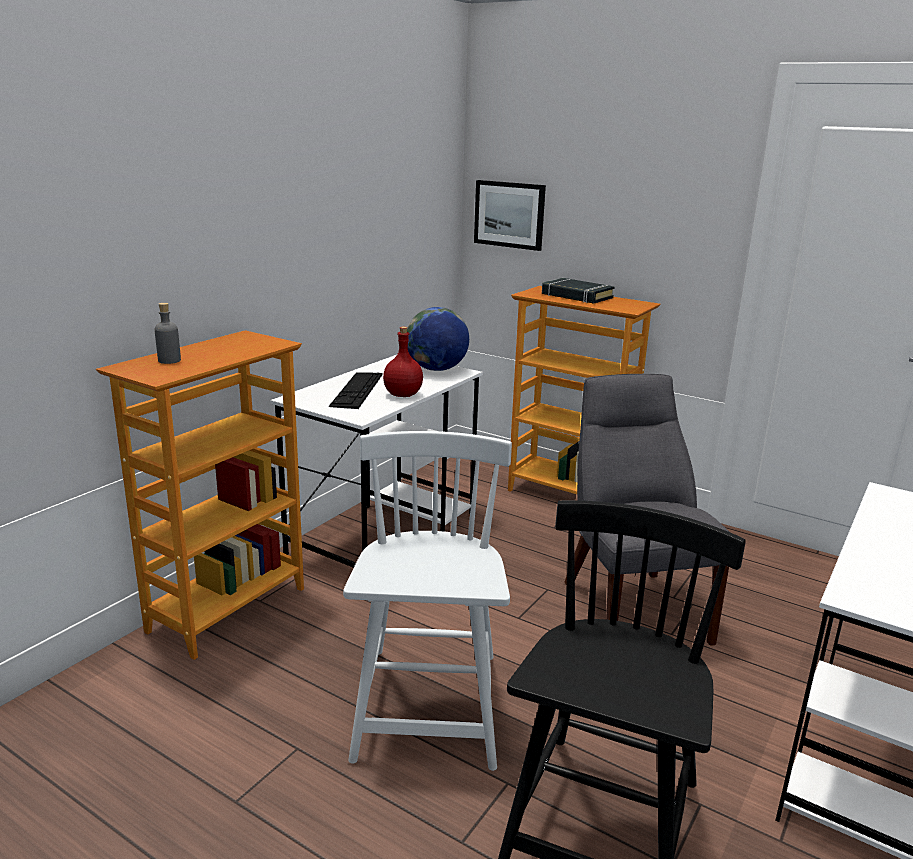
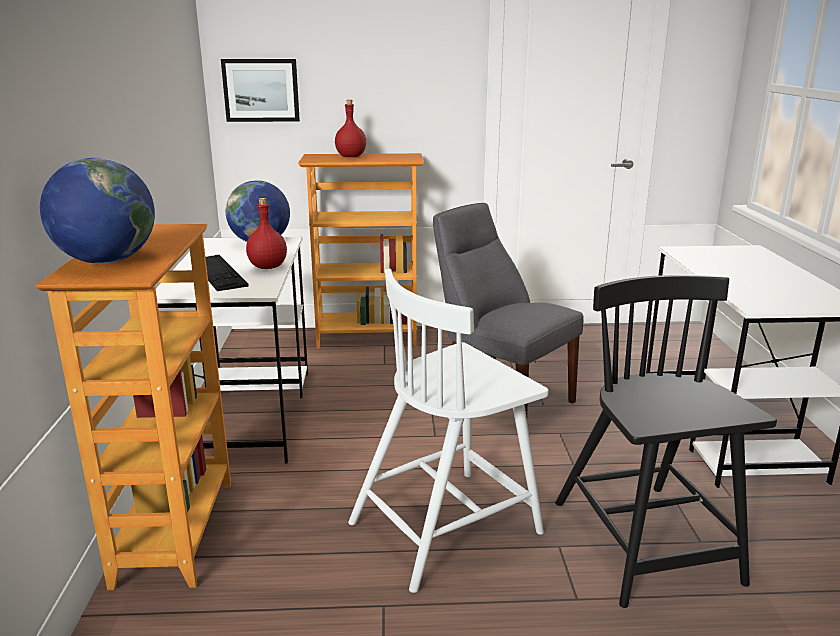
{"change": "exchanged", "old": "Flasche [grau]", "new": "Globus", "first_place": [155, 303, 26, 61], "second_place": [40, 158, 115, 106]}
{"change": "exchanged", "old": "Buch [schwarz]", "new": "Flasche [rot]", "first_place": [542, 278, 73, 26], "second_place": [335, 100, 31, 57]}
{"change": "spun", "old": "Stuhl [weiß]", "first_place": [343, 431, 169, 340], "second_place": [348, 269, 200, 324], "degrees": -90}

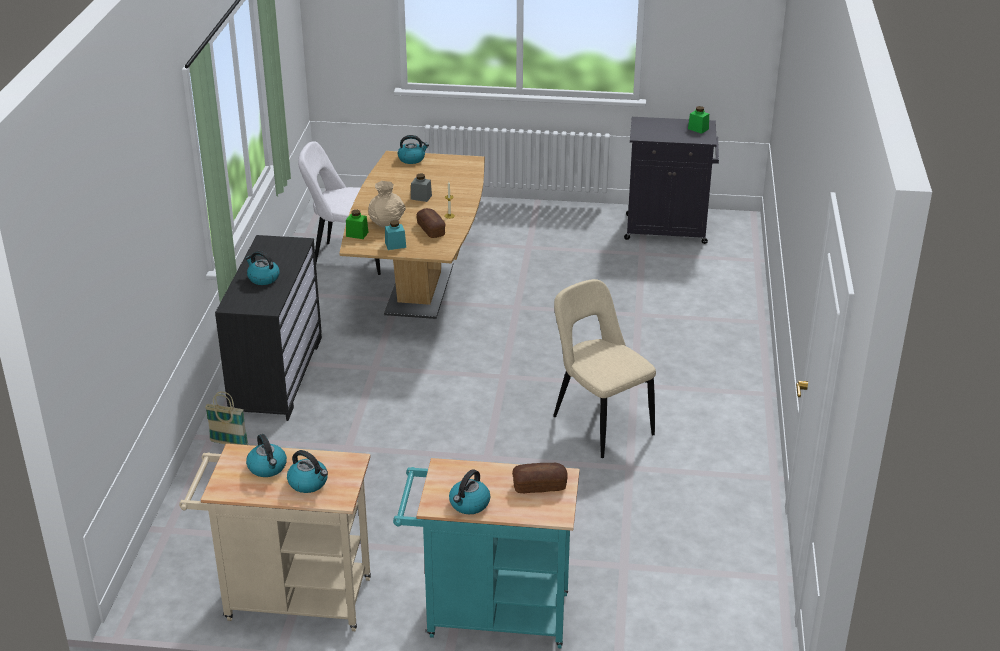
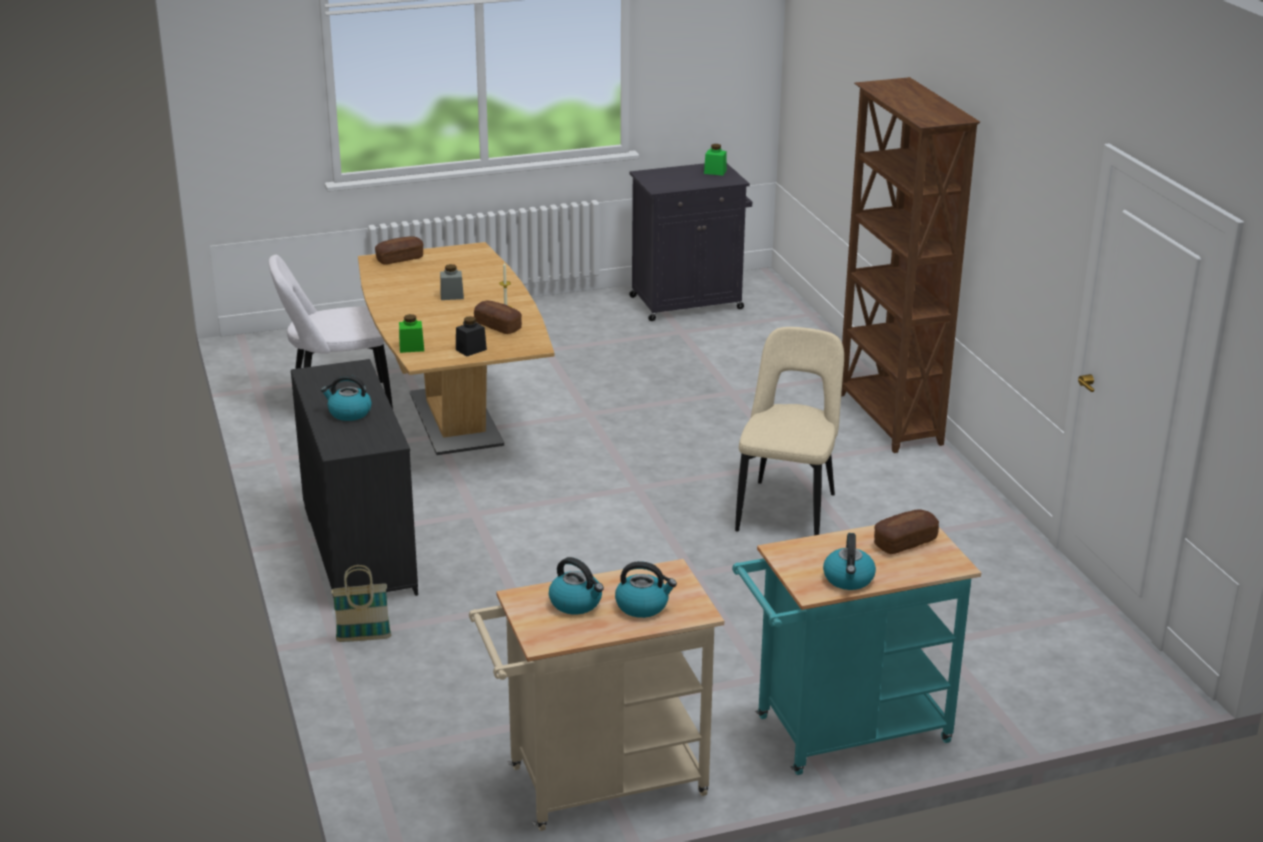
{"change": "missing", "old": "Vase [beige]", "first_place": [368, 181, 38, 47]}
{"change": "appeared", "new": "Bücherregal [braun]", "second_place": [841, 77, 139, 376]}
{"change": "exchanged", "old": "Wasserkessel", "new": "Brot", "first_place": [398, 135, 31, 29], "second_place": [375, 236, 48, 29]}
{"change": "colour", "old": "Vorratsglas [türkis]", "new": "Vorratsglas [schwarz]", "first_place": [385, 220, 21, 30], "second_place": [456, 316, 31, 40]}
{"change": "spun", "old": "Stuhl [beige]", "first_place": [553, 279, 103, 179], "second_place": [735, 327, 109, 209], "degrees": 75}

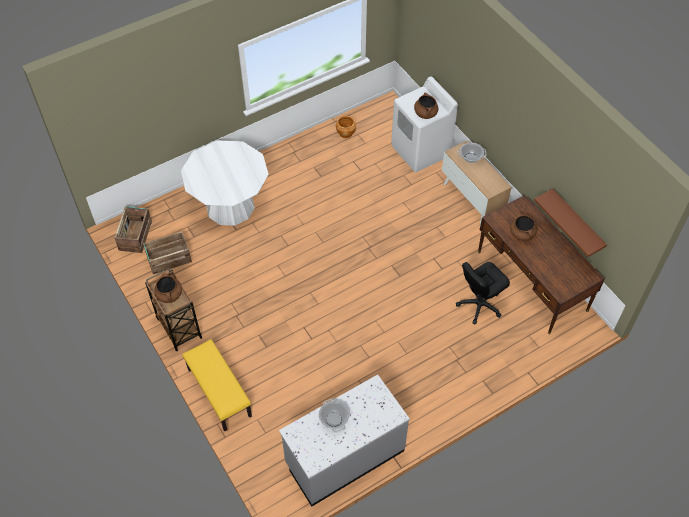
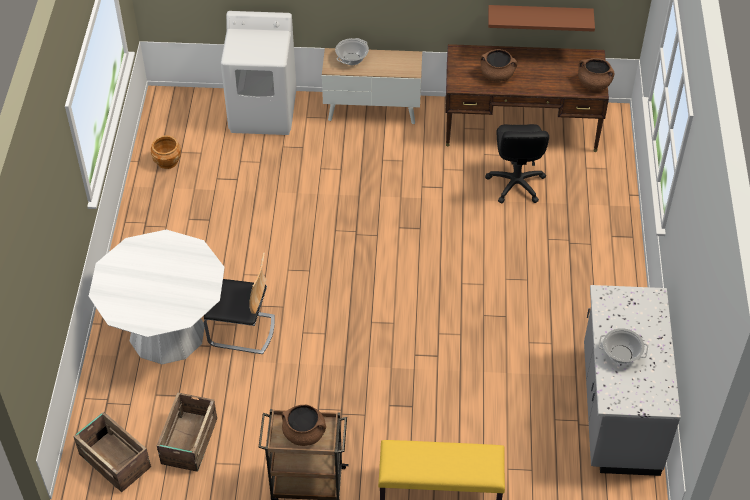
{"change": "appeared", "new": "Stuhl", "second_place": [204, 252, 71, 102]}
{"change": "relocated", "old": "Kochtopf [braun]", "first_place": [414, 92, 24, 27], "second_place": [578, 58, 36, 33]}

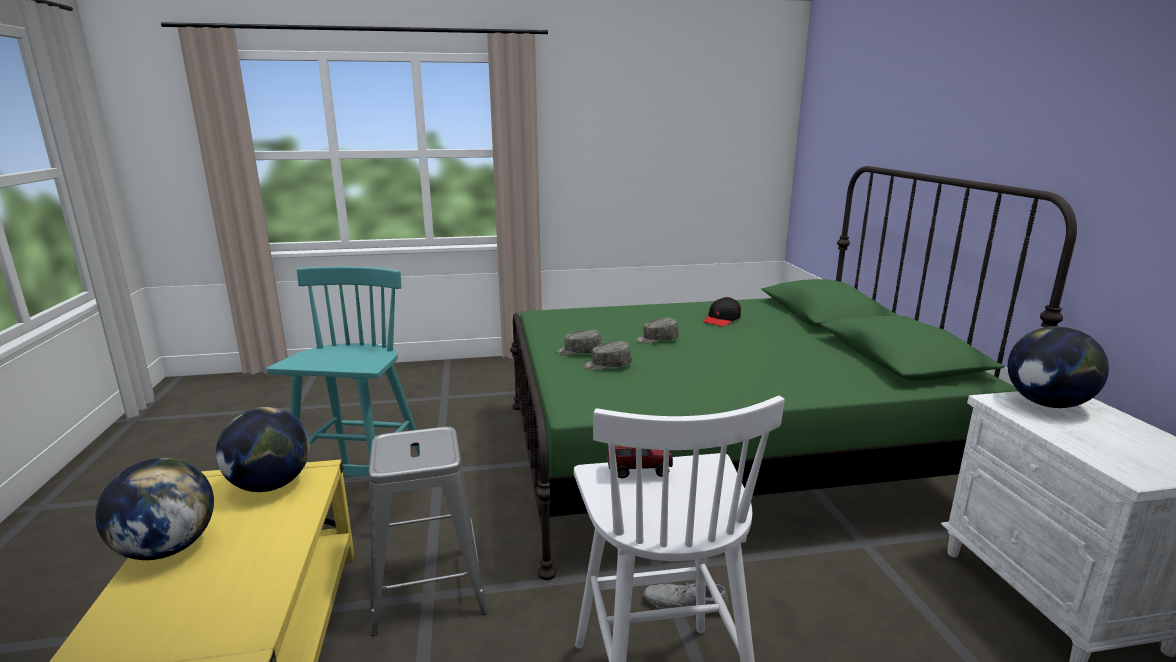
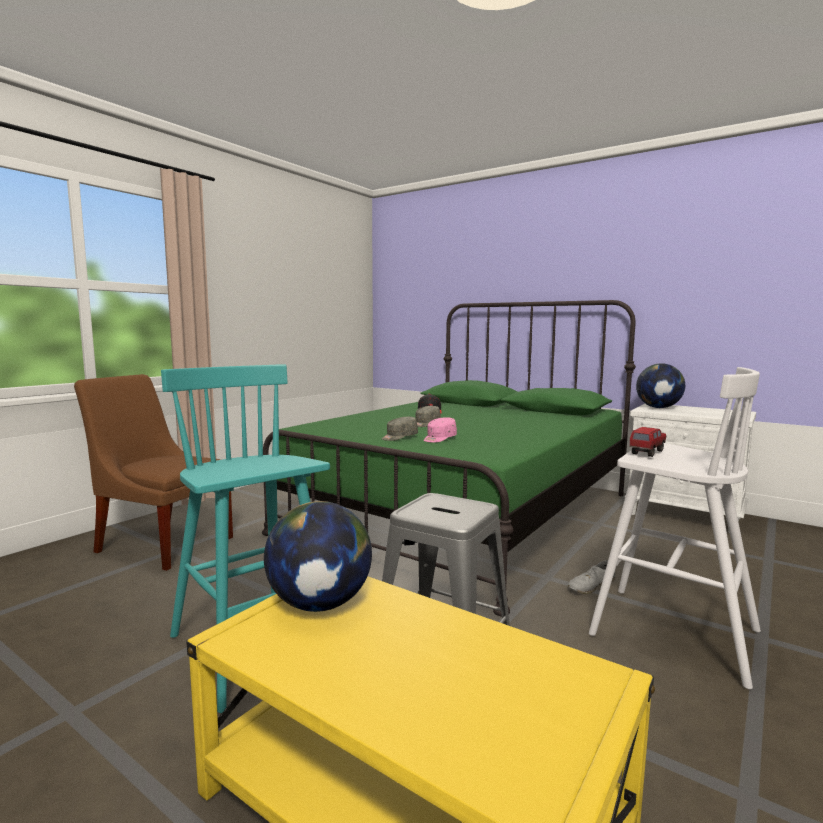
{"change": "missing", "old": "Globus", "first_place": [95, 458, 119, 102]}
{"change": "appeared", "new": "Stuhl [braun]", "second_place": [74, 374, 159, 197]}
{"change": "colour", "old": "Kappe [grau]", "new": "Kappe [rosa]", "first_place": [583, 341, 49, 29], "second_place": [424, 417, 33, 26]}

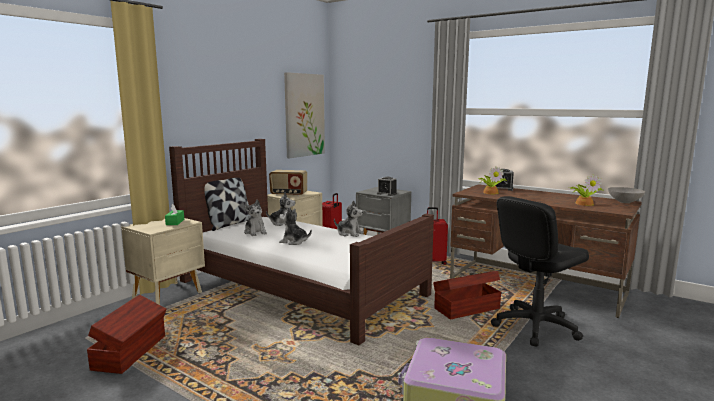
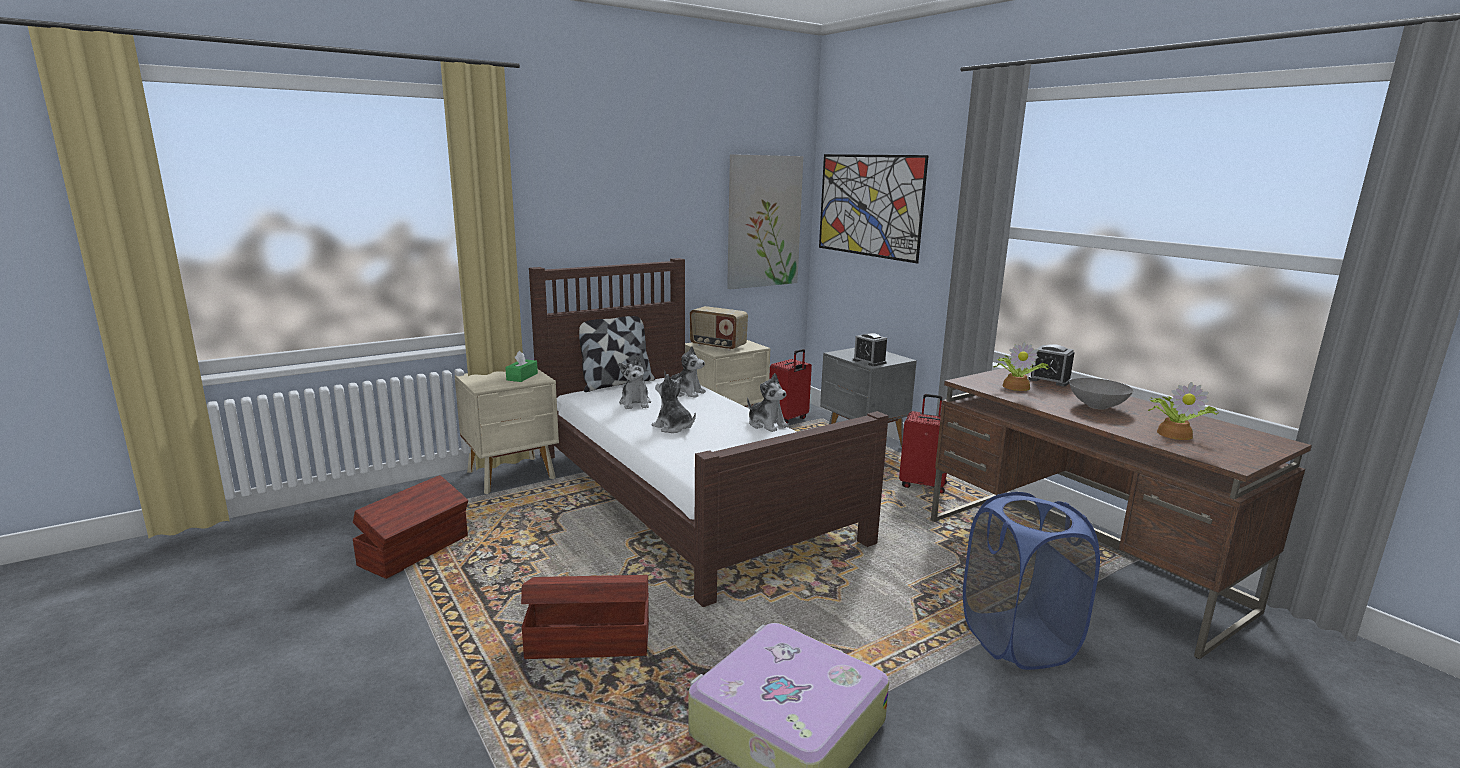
{"change": "appeared", "new": "Bild", "second_place": [819, 154, 110, 109]}
{"change": "relocated", "old": "Aufbewahrungsbox [braun]", "first_place": [433, 271, 68, 48], "second_place": [521, 575, 128, 84]}
{"change": "relocated", "old": "Schüssel [grau]", "first_place": [608, 187, 37, 16], "second_place": [1069, 378, 64, 32]}
{"change": "exchanged", "old": "Bürostuhl [schwarz]", "new": "Wäschekorb [blau]", "first_place": [491, 196, 98, 151], "second_place": [963, 492, 137, 178]}

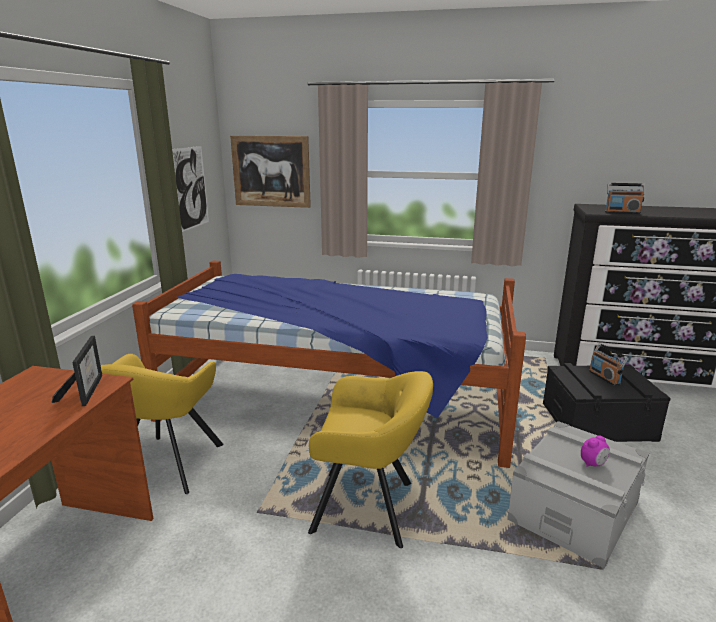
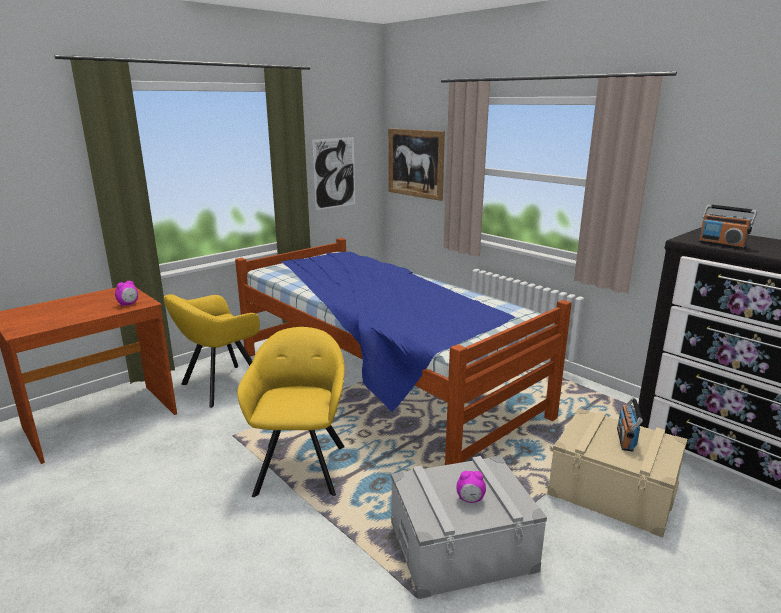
{"change": "exchanged", "old": "Bilderrahmen", "new": "Wecker", "first_place": [52, 336, 50, 70], "second_place": [115, 281, 23, 25]}
{"change": "colour", "old": "Aufbewahrungsbox [schwarz]", "new": "Aufbewahrungsbox [beige]", "first_place": [543, 363, 128, 79], "second_place": [547, 408, 140, 130]}
{"change": "spun", "old": "Sessel [gelb]", "first_place": [308, 371, 125, 177], "second_place": [237, 327, 108, 170], "degrees": -135}

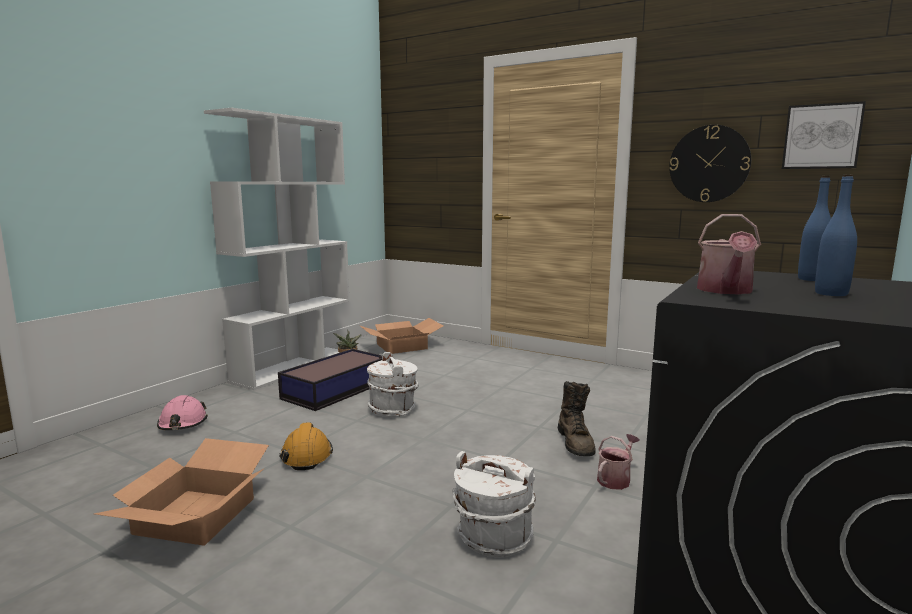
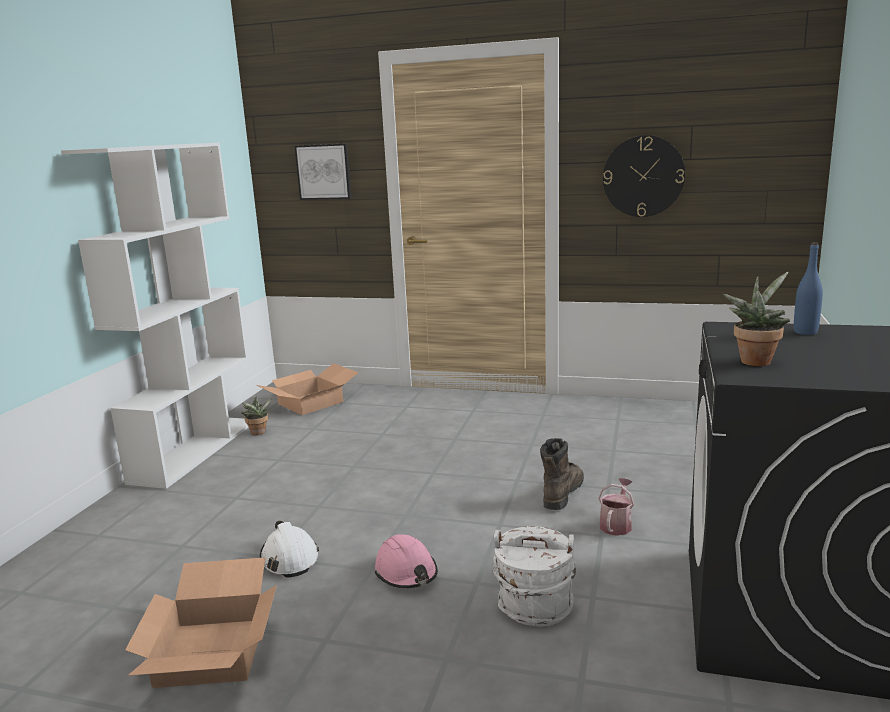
{"change": "missing", "old": "Aufbewahrungsbox", "first_place": [278, 349, 104, 62]}
{"change": "missing", "old": "Eimer [weiß]", "first_place": [367, 352, 51, 65]}
{"change": "missing", "old": "Flasche [blau]", "first_place": [815, 174, 42, 122]}
{"change": "relocated", "old": "Schutzhelm [rosa]", "first_place": [157, 395, 51, 35], "second_place": [375, 534, 63, 54]}
{"change": "relocated", "old": "Bild", "first_place": [782, 101, 84, 68], "second_place": [295, 143, 56, 57]}
{"change": "exchanged", "old": "Gießkanne", "new": "Topfpflanze", "first_place": [697, 214, 64, 80], "second_place": [723, 272, 67, 94]}
{"change": "colour", "old": "Schutzhelm [orange]", "new": "Schutzhelm [weiß]", "first_place": [280, 422, 53, 48], "second_place": [260, 521, 59, 57]}
{"change": "spun", "old": "Stiefel [braun]", "first_place": [557, 381, 39, 75], "second_place": [540, 438, 44, 72], "degrees": -135}

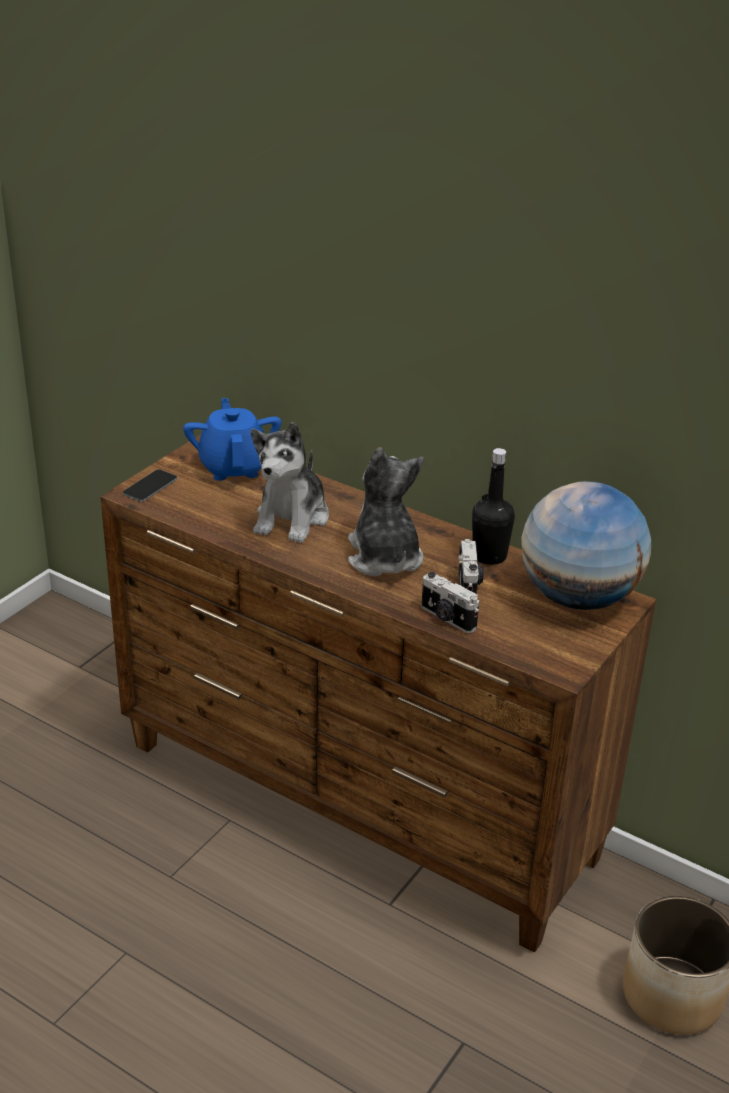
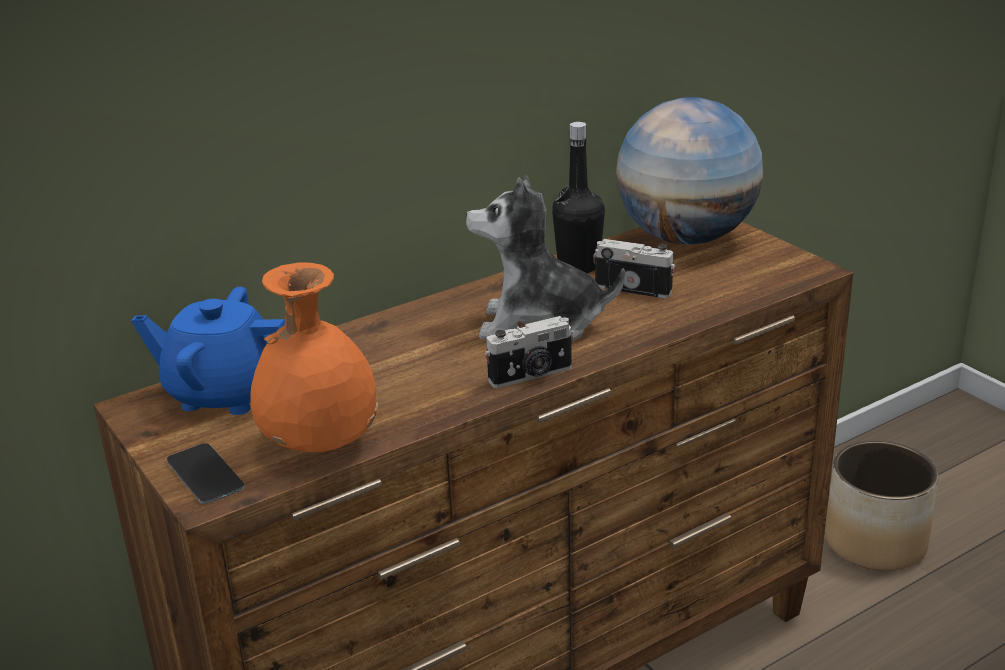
{"change": "missing", "old": "Plüschtier", "first_place": [251, 422, 78, 121]}
{"change": "appeared", "new": "Vase [orange]", "second_place": [250, 262, 128, 191]}
{"change": "relocated", "old": "Kamera", "first_place": [421, 572, 58, 61], "second_place": [485, 316, 89, 72]}

